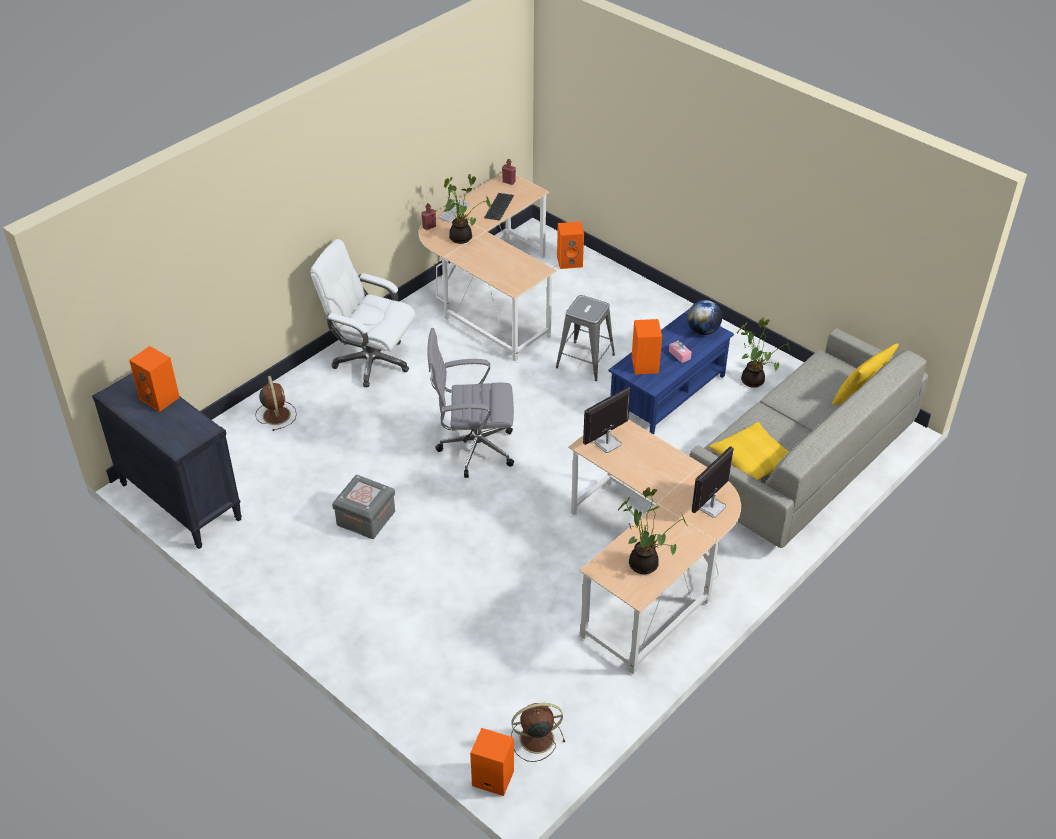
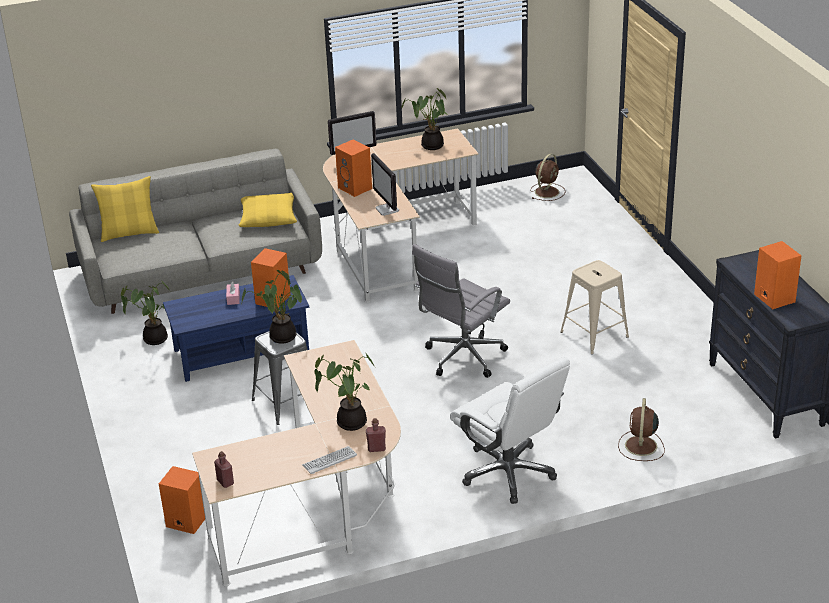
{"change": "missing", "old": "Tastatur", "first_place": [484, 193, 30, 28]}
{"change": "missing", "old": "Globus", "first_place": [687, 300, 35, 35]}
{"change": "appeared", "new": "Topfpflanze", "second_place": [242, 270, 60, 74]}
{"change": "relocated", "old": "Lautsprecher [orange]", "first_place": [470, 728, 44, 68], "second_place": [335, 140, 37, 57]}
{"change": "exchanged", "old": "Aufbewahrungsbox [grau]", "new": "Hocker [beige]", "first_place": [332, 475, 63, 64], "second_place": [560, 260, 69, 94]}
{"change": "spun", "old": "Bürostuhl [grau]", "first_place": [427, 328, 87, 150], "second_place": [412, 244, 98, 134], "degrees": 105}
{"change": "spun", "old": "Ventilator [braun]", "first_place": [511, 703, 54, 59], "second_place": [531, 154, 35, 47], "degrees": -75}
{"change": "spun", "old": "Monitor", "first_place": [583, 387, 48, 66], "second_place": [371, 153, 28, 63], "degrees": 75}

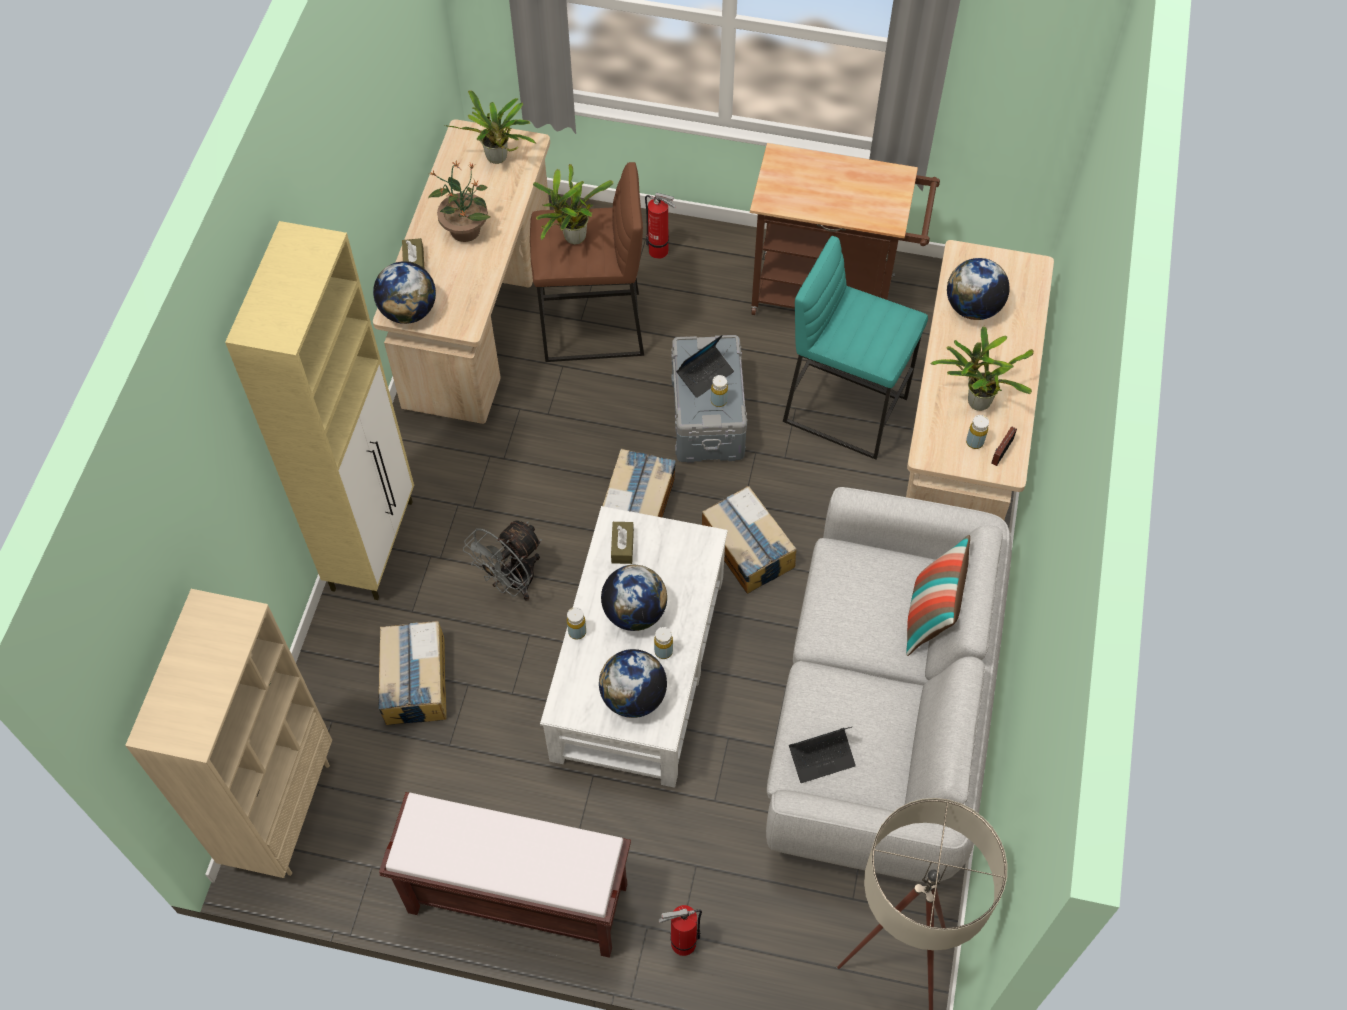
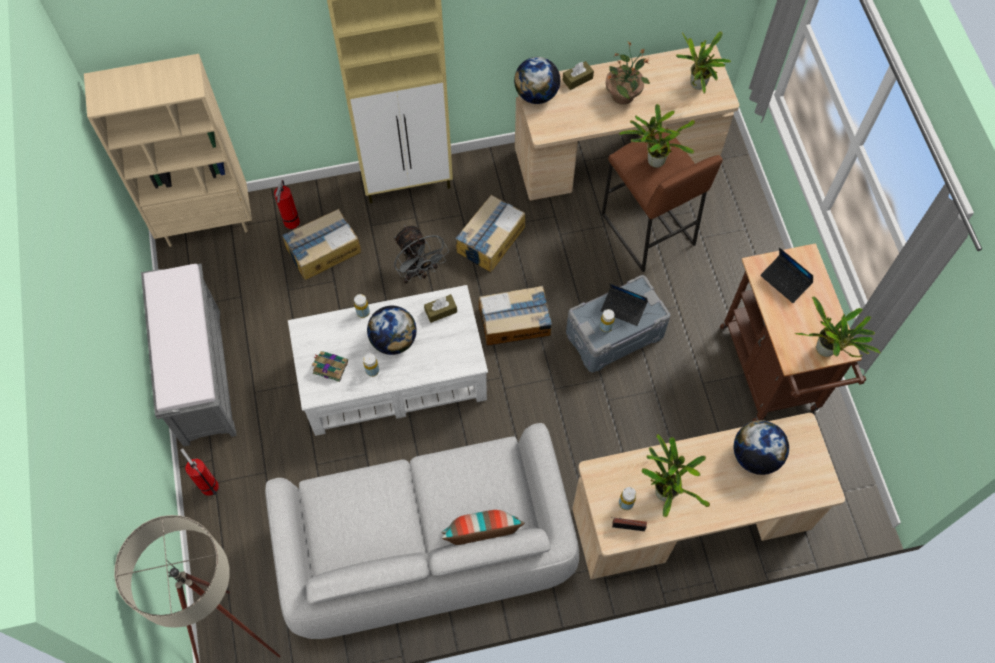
{"change": "missing", "old": "Hocker [türkis]", "first_place": [783, 236, 145, 224]}
{"change": "appeared", "new": "Topfpflanze", "second_place": [795, 296, 85, 61]}
{"change": "relocated", "old": "Feuerlöscher", "first_place": [645, 193, 31, 66], "second_place": [274, 180, 26, 49]}
{"change": "relocated", "old": "Karton", "first_place": [702, 486, 94, 108], "second_place": [455, 195, 70, 77]}
{"change": "relocated", "old": "Laptop", "first_place": [789, 727, 67, 56], "second_place": [760, 248, 53, 55]}
{"change": "exchanged", "old": "Globus", "new": "Buch", "first_place": [599, 649, 68, 69], "second_place": [311, 351, 37, 31]}
{"change": "colour", "old": "Bank [braun]", "new": "Bank [grau]", "first_place": [379, 792, 252, 166], "second_place": [141, 264, 96, 183]}
{"change": "spun", "old": "Ventilator [grau]", "first_place": [463, 520, 79, 81], "second_place": [394, 225, 55, 59], "degrees": -135}

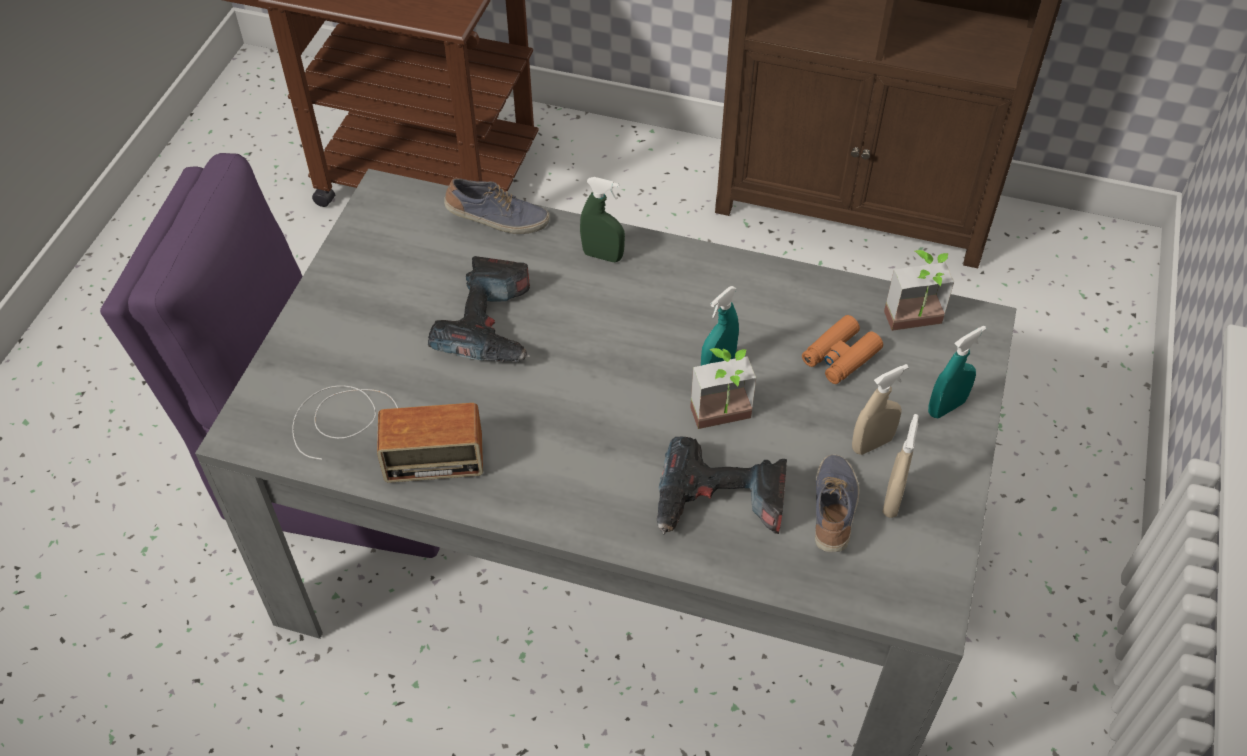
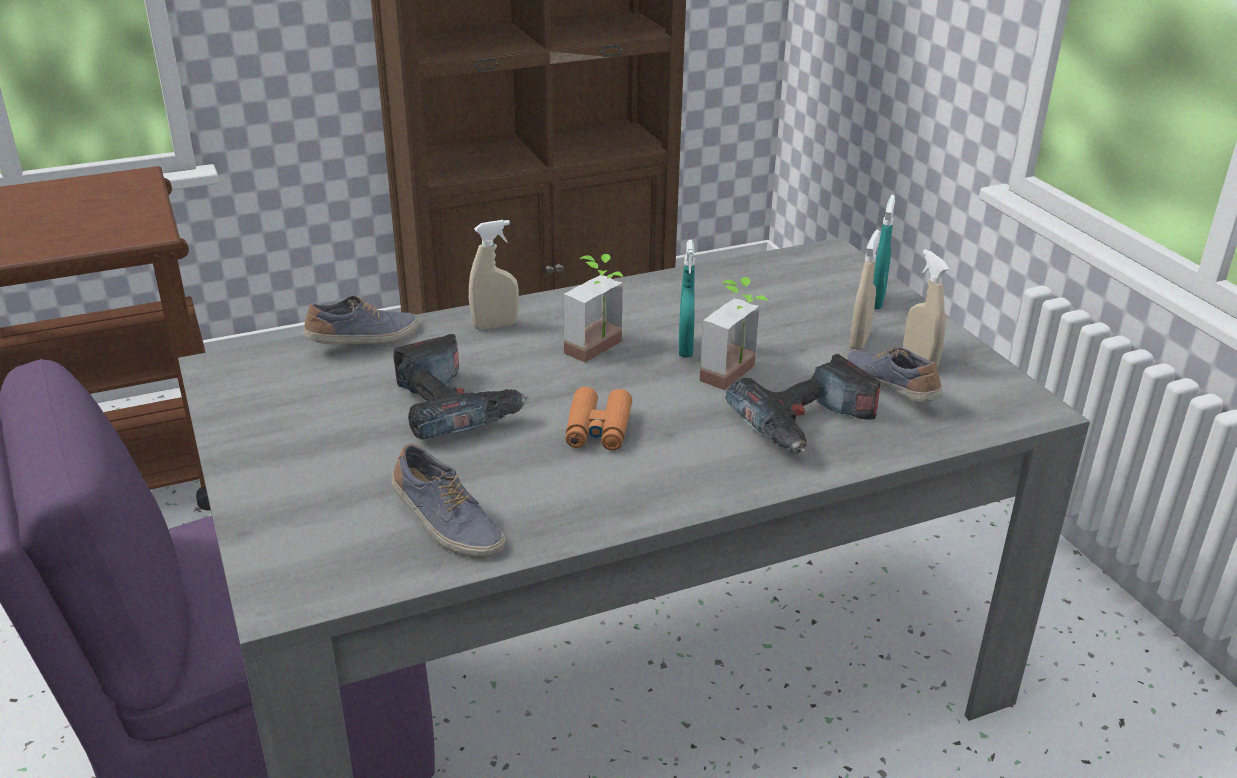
{"change": "relocated", "old": "Fernglas [orange]", "first_place": [802, 315, 81, 69], "second_place": [565, 387, 67, 64]}
{"change": "relocated", "old": "Topfpflanze", "first_place": [884, 250, 70, 81], "second_place": [563, 254, 60, 109]}
{"change": "exchanged", "old": "Radio", "new": "Schuh", "first_place": [292, 385, 191, 98], "second_place": [391, 444, 114, 115]}
{"change": "colour", "old": "Sprühflasche [grün]", "new": "Sprühflasche [beige]", "first_place": [580, 177, 45, 85], "second_place": [469, 220, 50, 110]}

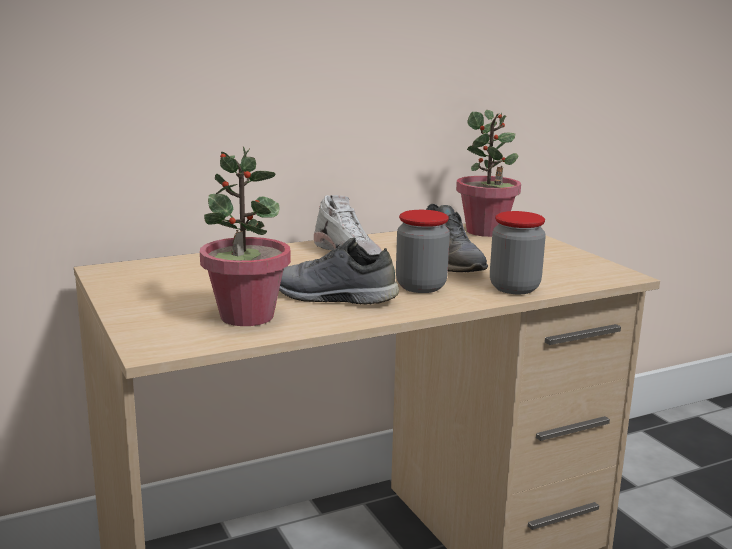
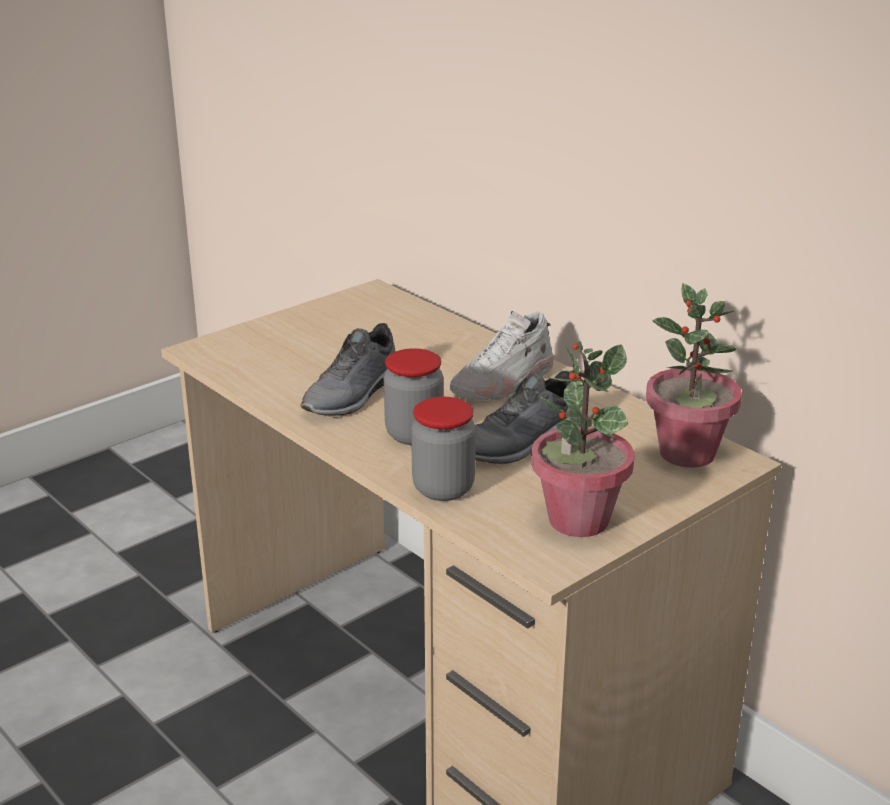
{"change": "relocated", "old": "Topfpflanze", "first_place": [200, 146, 91, 180], "second_place": [531, 341, 104, 196]}
{"change": "spun", "old": "Schuh [grau]", "first_place": [279, 237, 120, 68], "second_place": [300, 323, 95, 93], "degrees": -150}

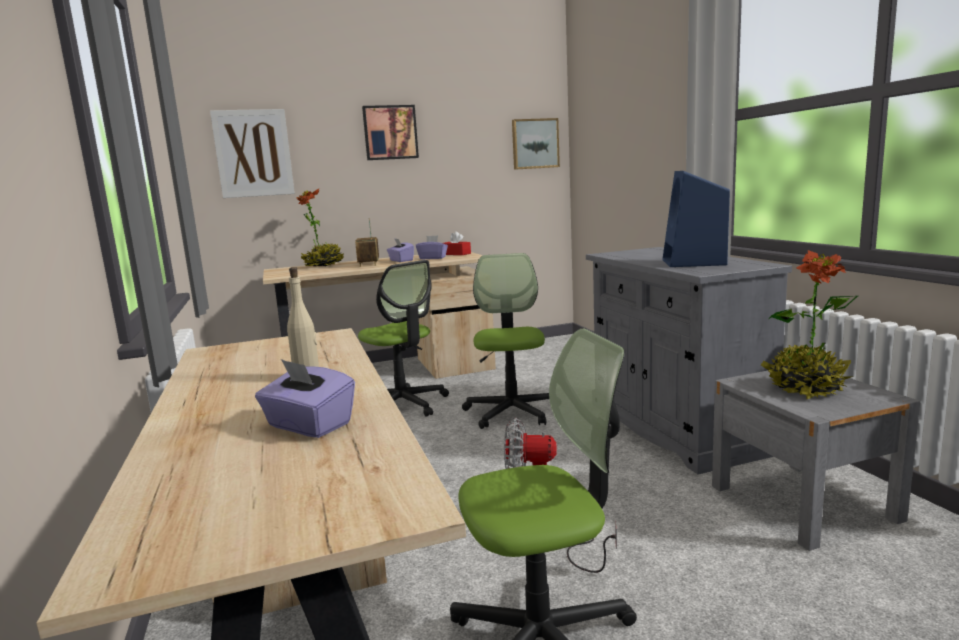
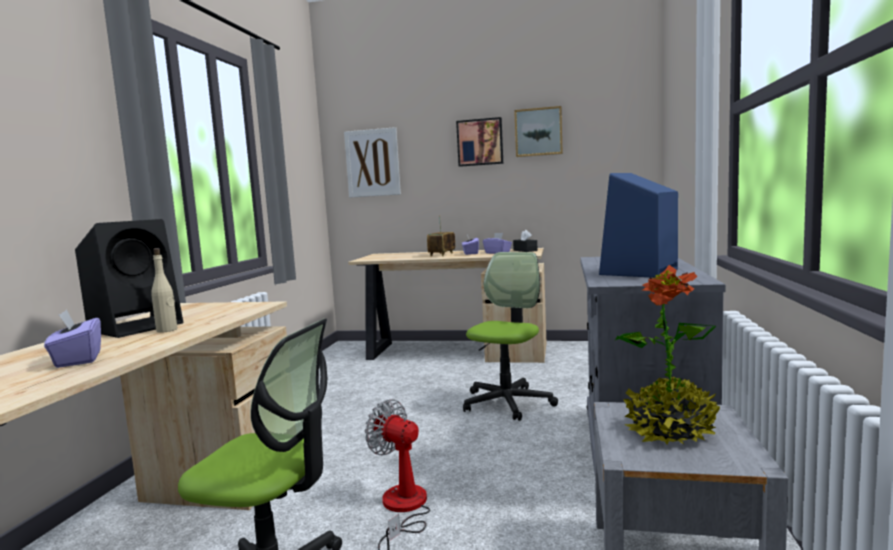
{"change": "missing", "old": "Topfpflanze", "first_place": [297, 189, 47, 77]}
{"change": "missing", "old": "Bürostuhl", "first_place": [358, 260, 91, 157]}
{"change": "appeared", "new": "Lautsprecher [schwarz]", "second_place": [75, 219, 108, 119]}
{"change": "relocated", "old": "Bild", "first_place": [512, 118, 48, 52], "second_place": [514, 106, 49, 51]}
{"change": "colour", "old": "Taschentuchbox [rot]", "new": "Taschentuchbox [schwarz]", "first_place": [444, 231, 27, 24], "second_place": [513, 230, 25, 22]}

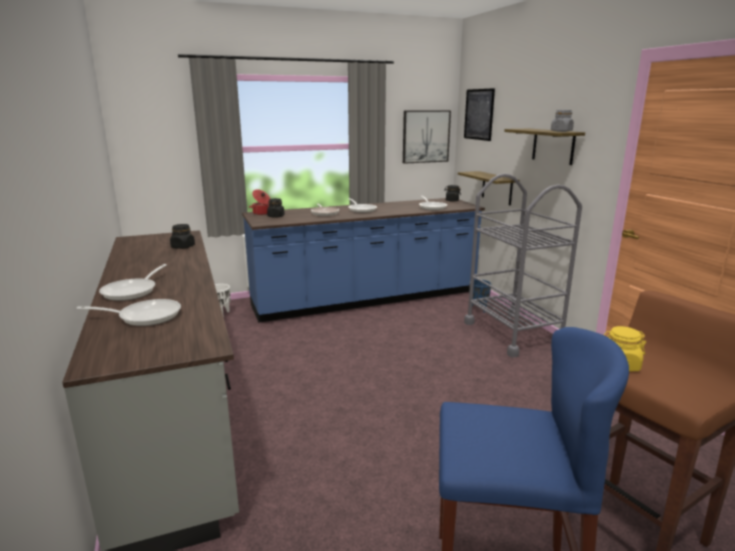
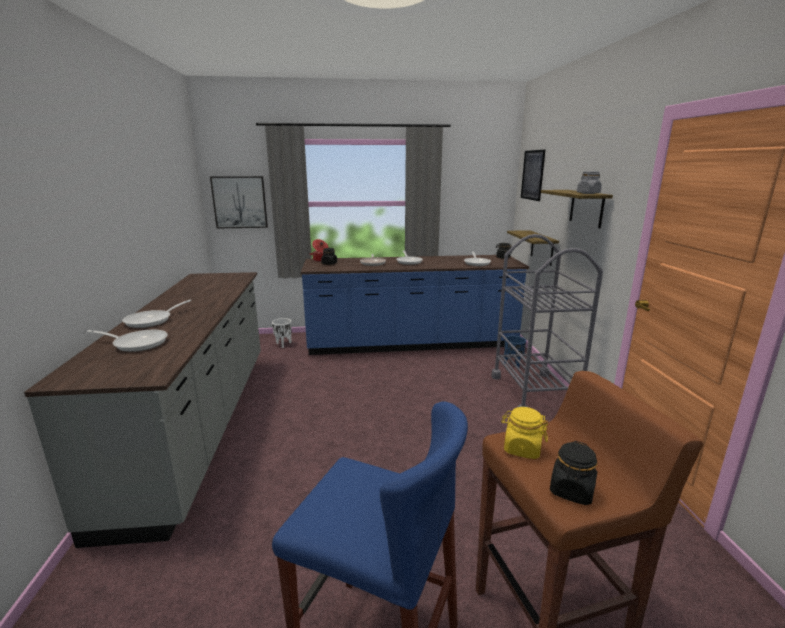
{"change": "relocated", "old": "Vorratsglas [schwarz]", "first_place": [170, 224, 25, 25], "second_place": [550, 441, 47, 64]}
{"change": "relocated", "old": "Bild", "first_place": [403, 110, 48, 54], "second_place": [210, 176, 58, 52]}

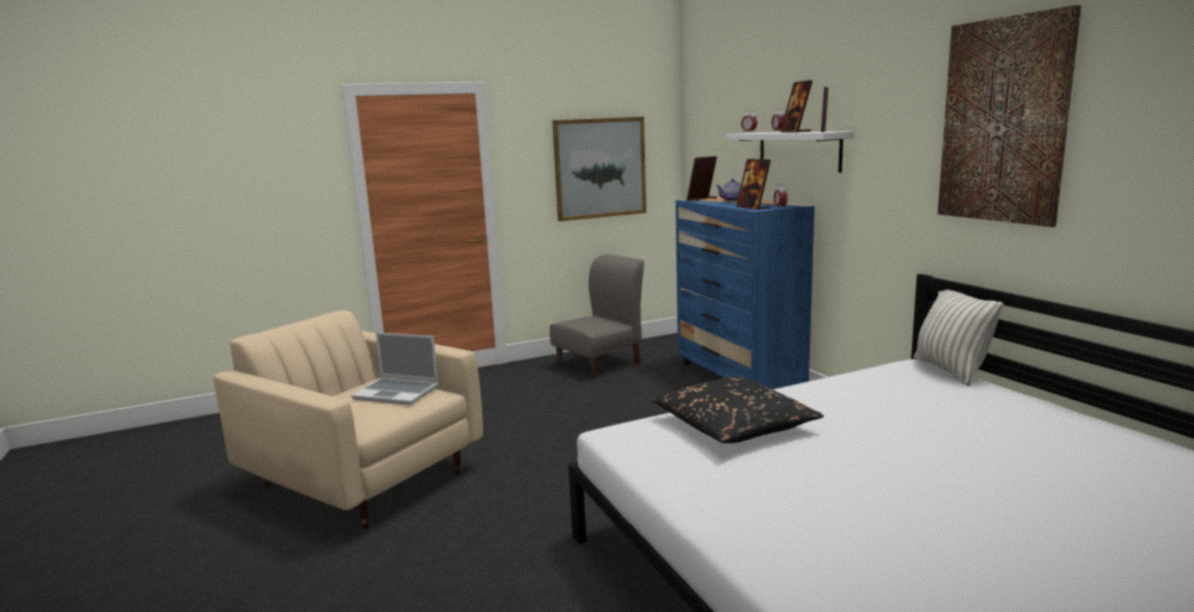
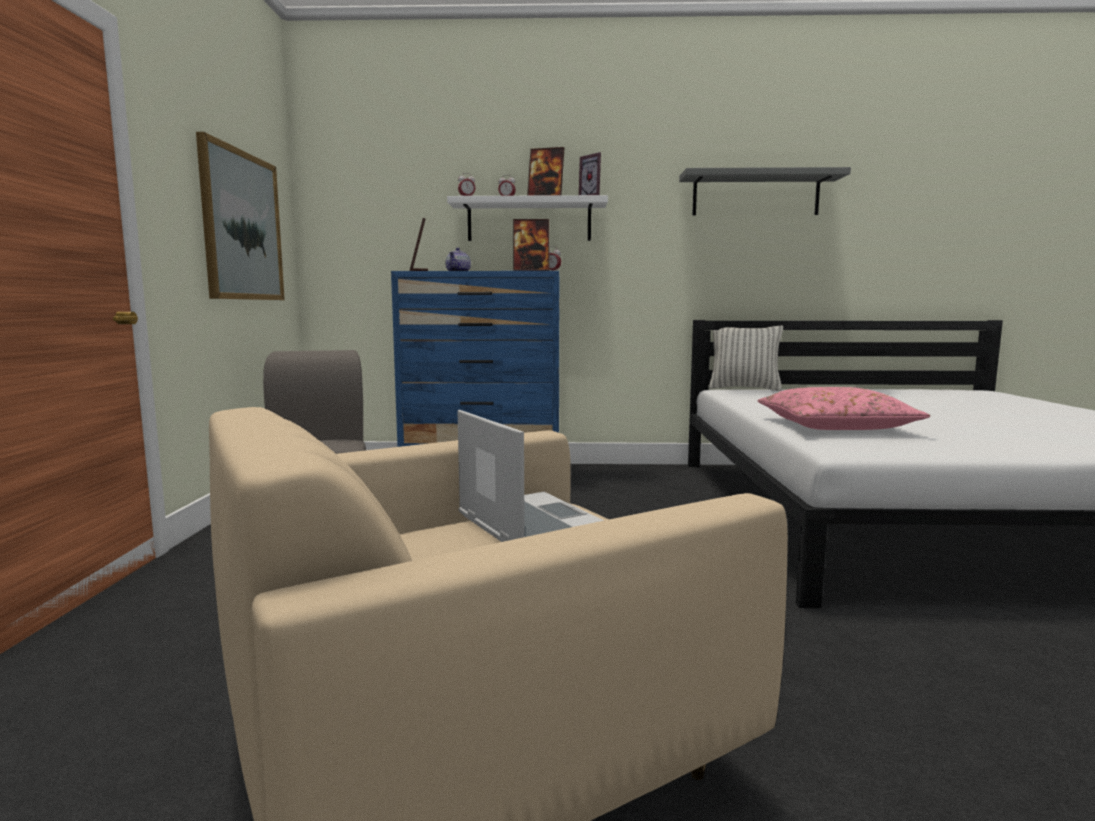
{"change": "exchanged", "old": "Bild", "new": "Wandregal [grau]", "first_place": [938, 5, 143, 222], "second_place": [679, 167, 172, 48]}
{"change": "colour", "old": "Kissen [schwarz]", "new": "Kissen [rosa]", "first_place": [651, 376, 173, 67], "second_place": [758, 387, 172, 43]}
{"change": "spun", "old": "Laptop", "first_place": [351, 332, 88, 73], "second_place": [457, 410, 147, 132], "degrees": -75}

